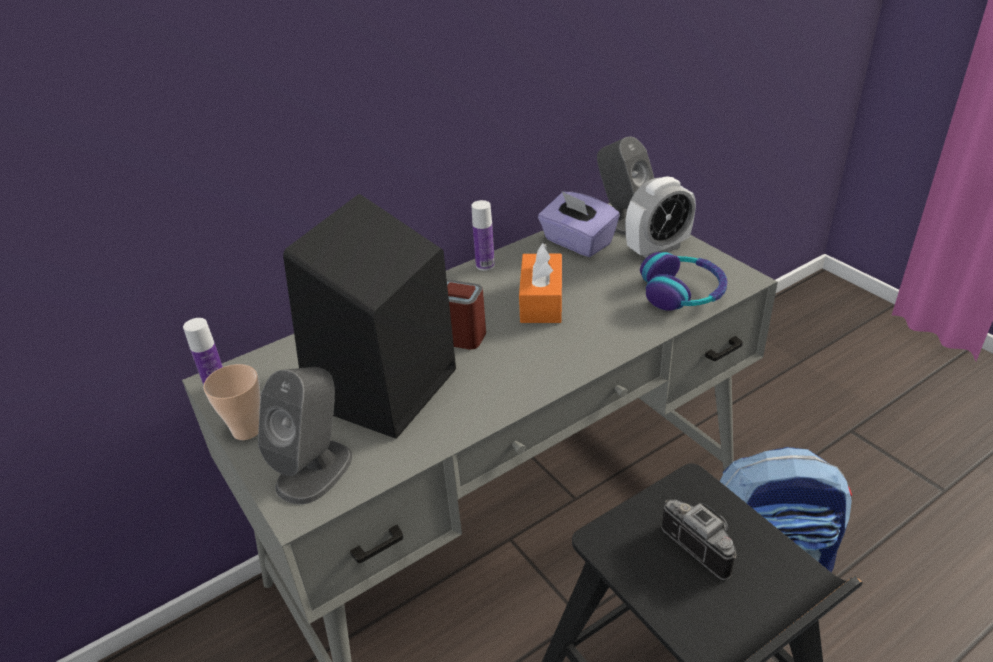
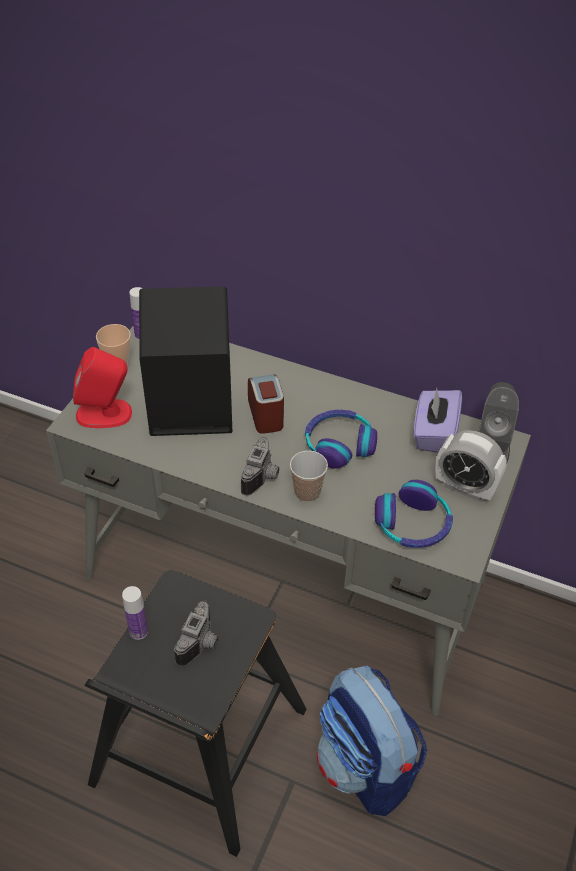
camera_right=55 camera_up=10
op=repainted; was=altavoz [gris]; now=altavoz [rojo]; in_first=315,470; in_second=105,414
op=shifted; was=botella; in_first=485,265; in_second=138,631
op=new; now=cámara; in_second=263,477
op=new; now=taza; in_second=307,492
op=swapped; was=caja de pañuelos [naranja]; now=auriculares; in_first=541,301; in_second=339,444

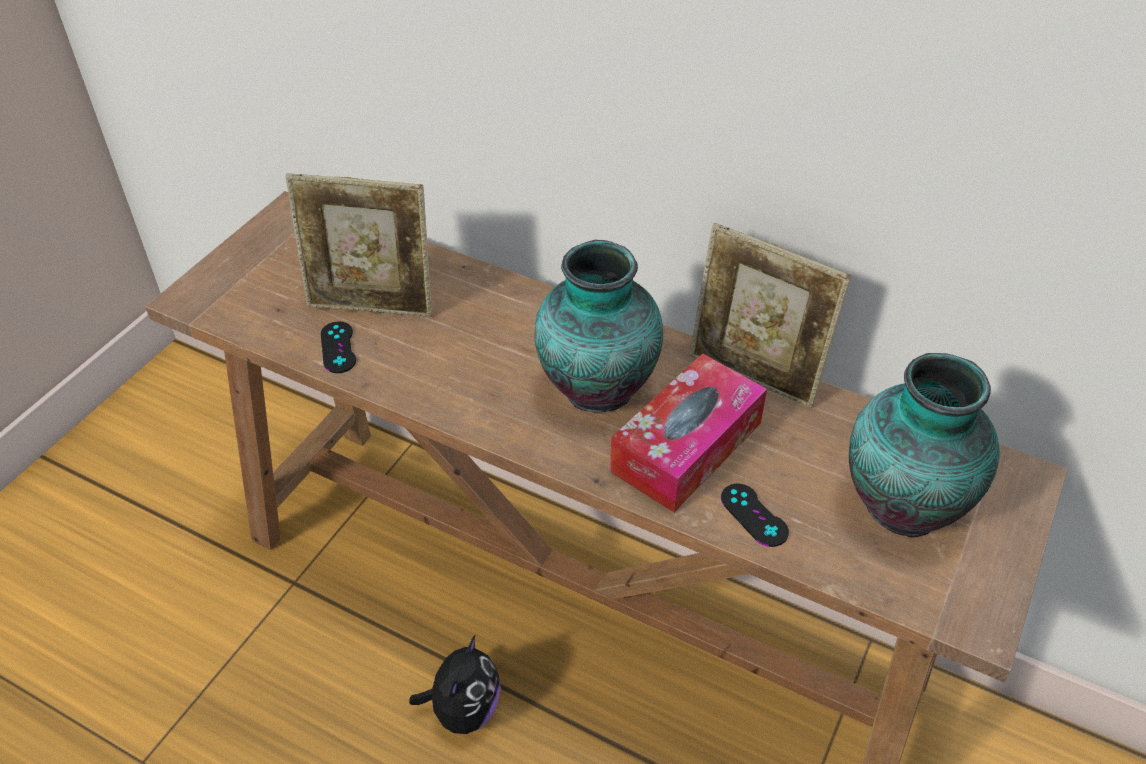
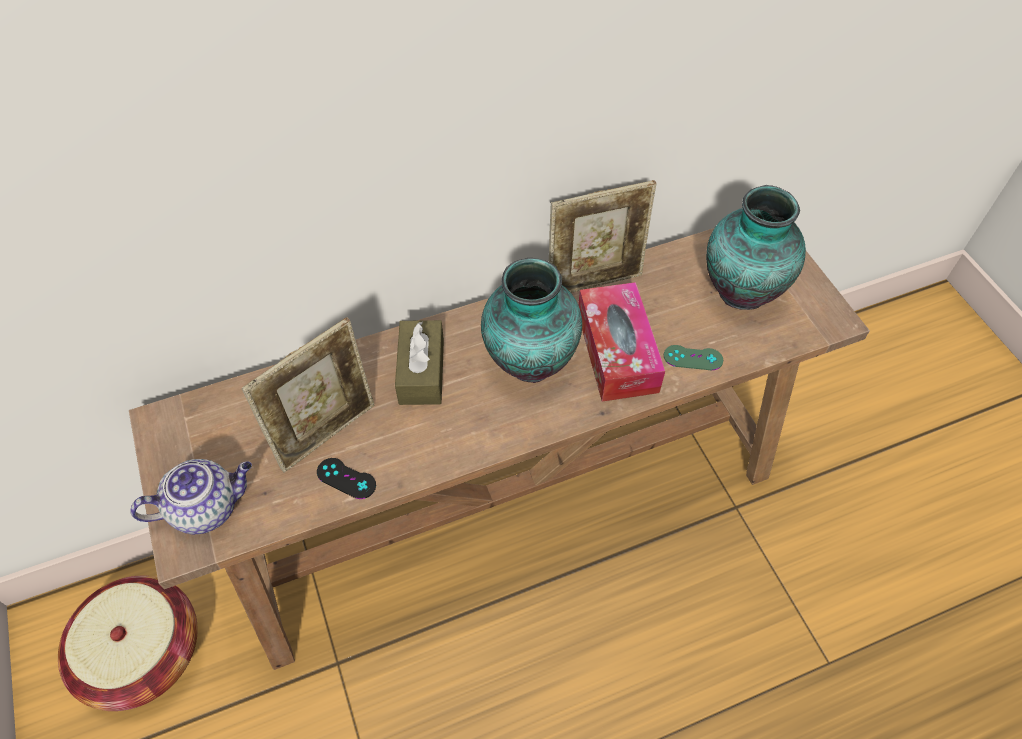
camera_right=-50 camera_up=10
op=new; now=cesta; in_second=143,652
op=new; now=tetera; in_second=207,507
op=new; now=caja de pañuelos [marrón]; in_second=421,371
op=repainted; was=mando de consola [negro]; now=mando de consola [verde]; in_first=754,515; in_second=693,358
op=gone; was=peluche; in_first=464,709

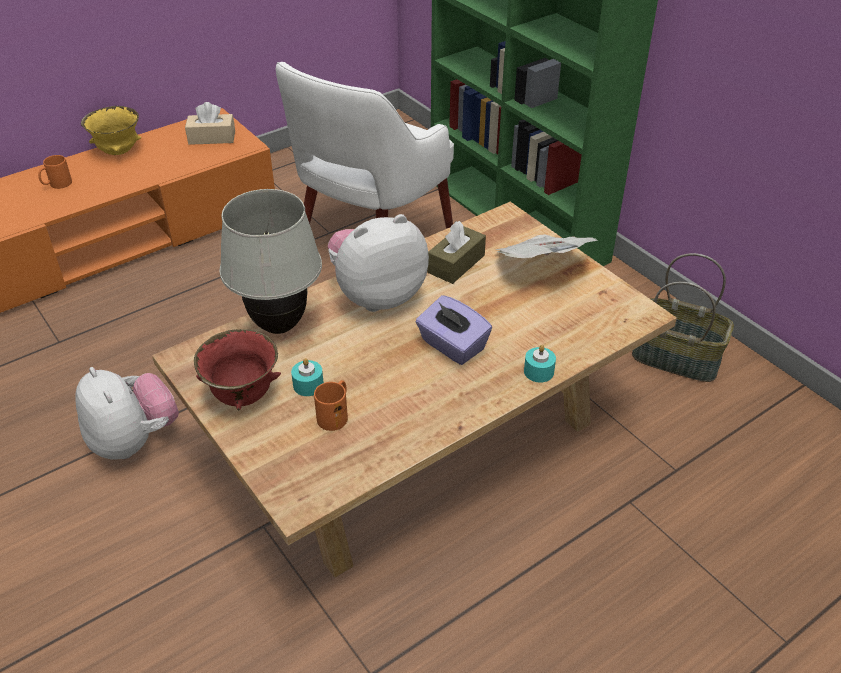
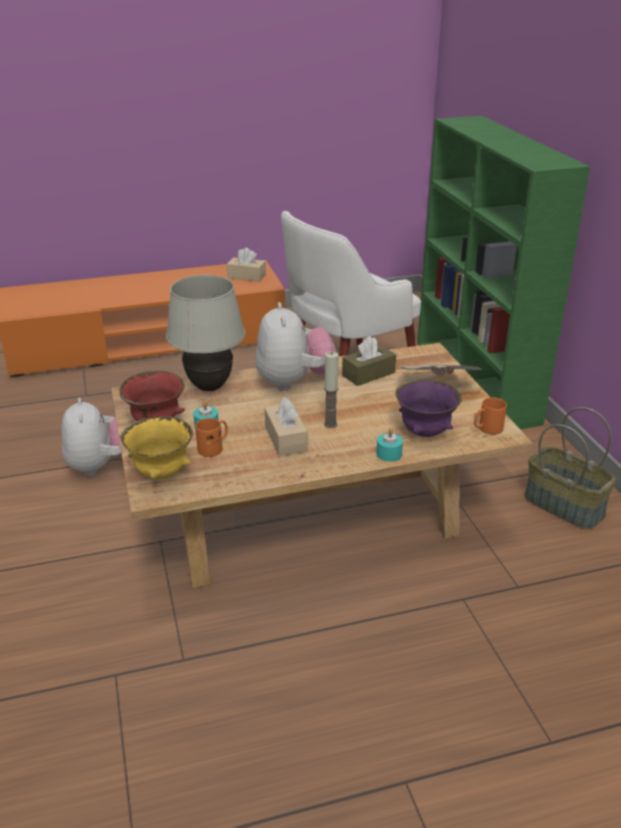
camera_right=20 camera_up=-10
op=shifted; was=cuenco [amarillo]; in_first=118,152; in_second=161,473
op=rotated; was=peluche; in_first=377,295; in_second=294,382; clockwise=90
op=new; now=caja de pañuelos [beis]; in_second=286,439
op=swapped; was=caja de pañuelos [morado]; now=vela; in_first=452,346; in_second=330,424
op=new; now=cuenco [morado]; in_second=425,432
op=shifted; was=taza grande [naranja]; in_first=57,185; in_second=487,429

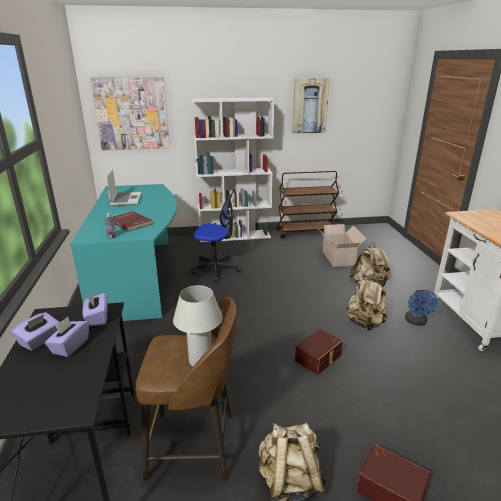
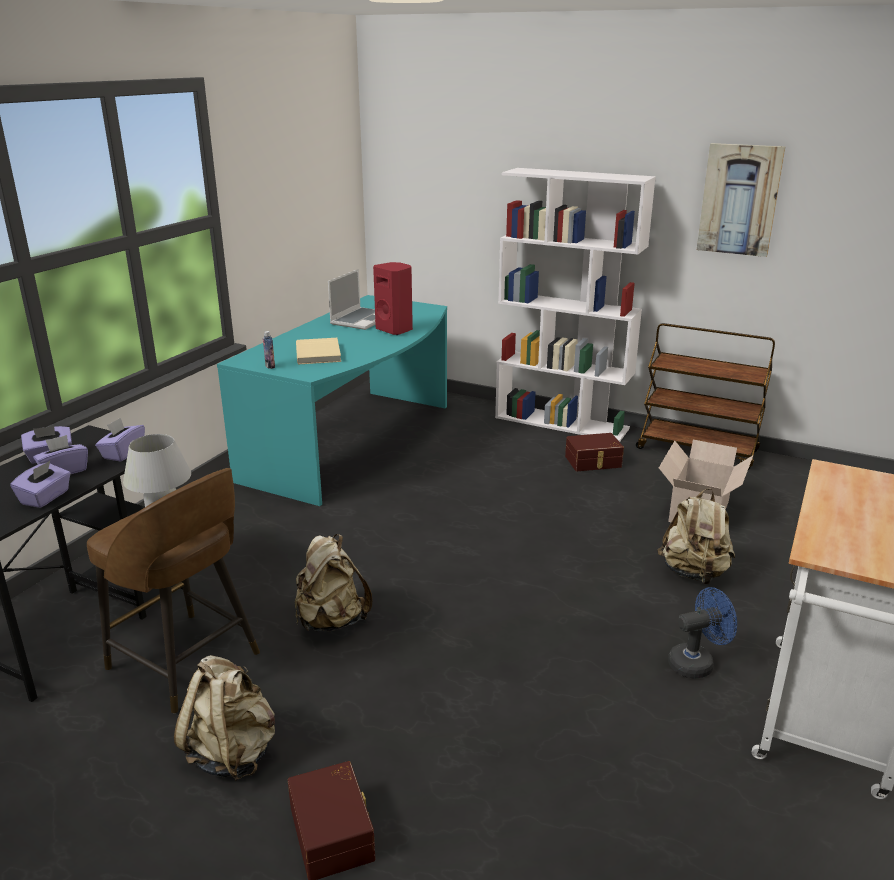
camera_right=35 camera_up=0
op=new; now=caja de pañuelos [morado]; in_second=45,498
op=shifted; was=mochila [beis]; in_first=365,323; in_second=331,620
op=repainted; was=libro [rojo]; now=libro [beis]; in_first=131,222; in_second=319,353
op=new; now=altavoz [rojo]; in_second=395,330
op=shifted; was=caja de almacenaje [marrón]; in_first=319,358; in_second=593,462
op=rotated; was=ventilador [azul]; in_first=416,322; in_second=696,663; clockwise=-150
op=gone; was=cuadro; in_first=132,114
op=gone; was=silla de oficina; in_first=216,269

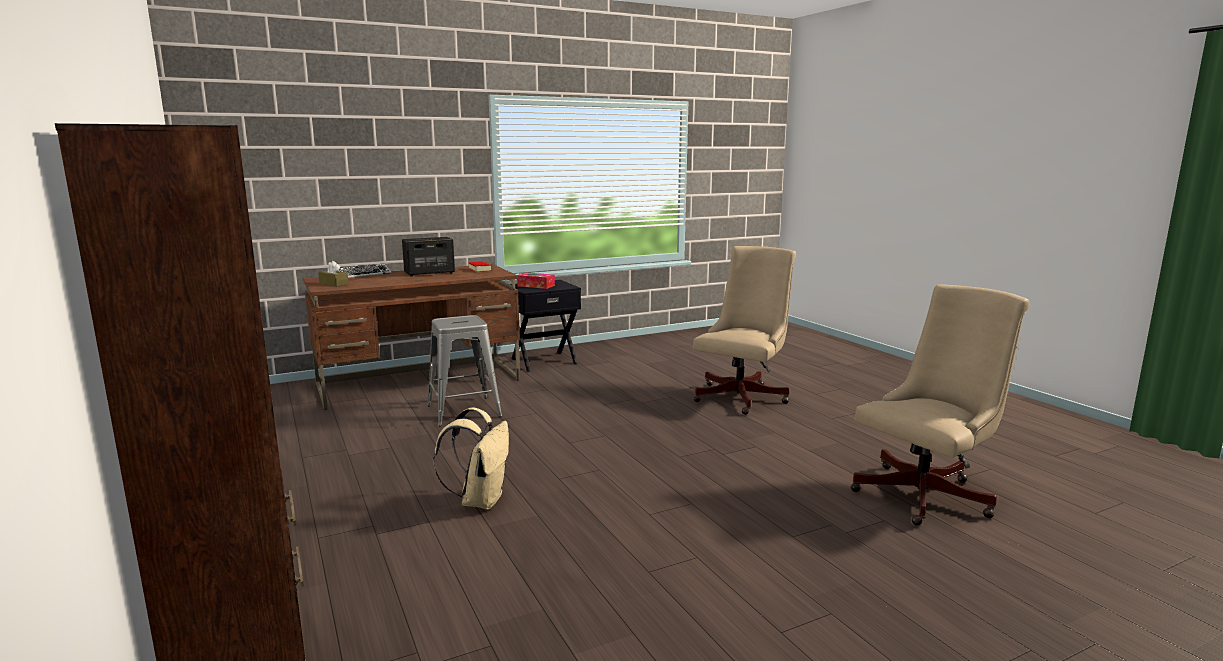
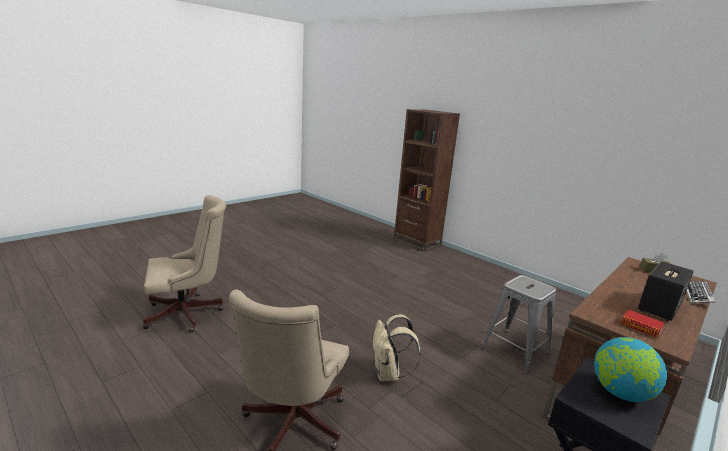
camera_right=160 camera_up=5
op=rotated; was=silla de oficina [beis]; in_first=928,494; in_second=188,313; clockwise=-150
op=shifted; was=mochila [beis]; in_first=480,500; in_second=389,374
op=swapped; was=caja de pañuelos; now=globo terráqueo; in_first=536,286; in_second=620,393

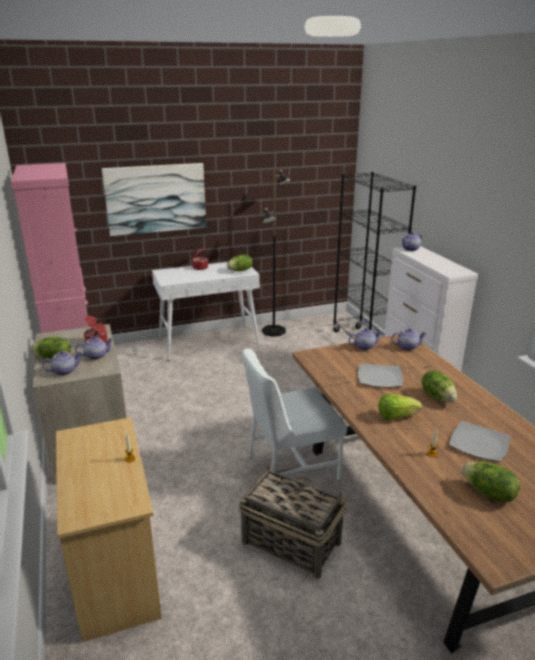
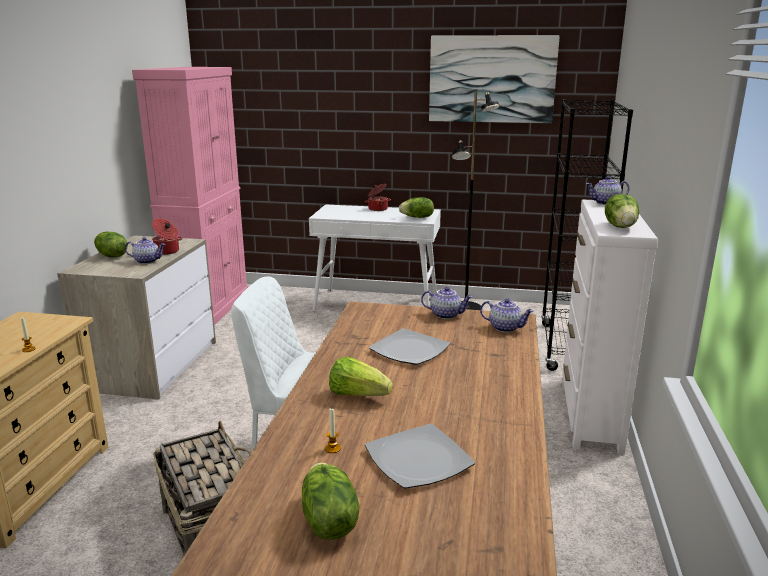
camera_right=30 camera_up=-5
op=shifted; was=cuadro; in_first=156,198; in_second=491,79
op=shifted; was=lechuga; in_first=438,397; in_second=621,227
op=gone; was=tetera; in_first=64,371

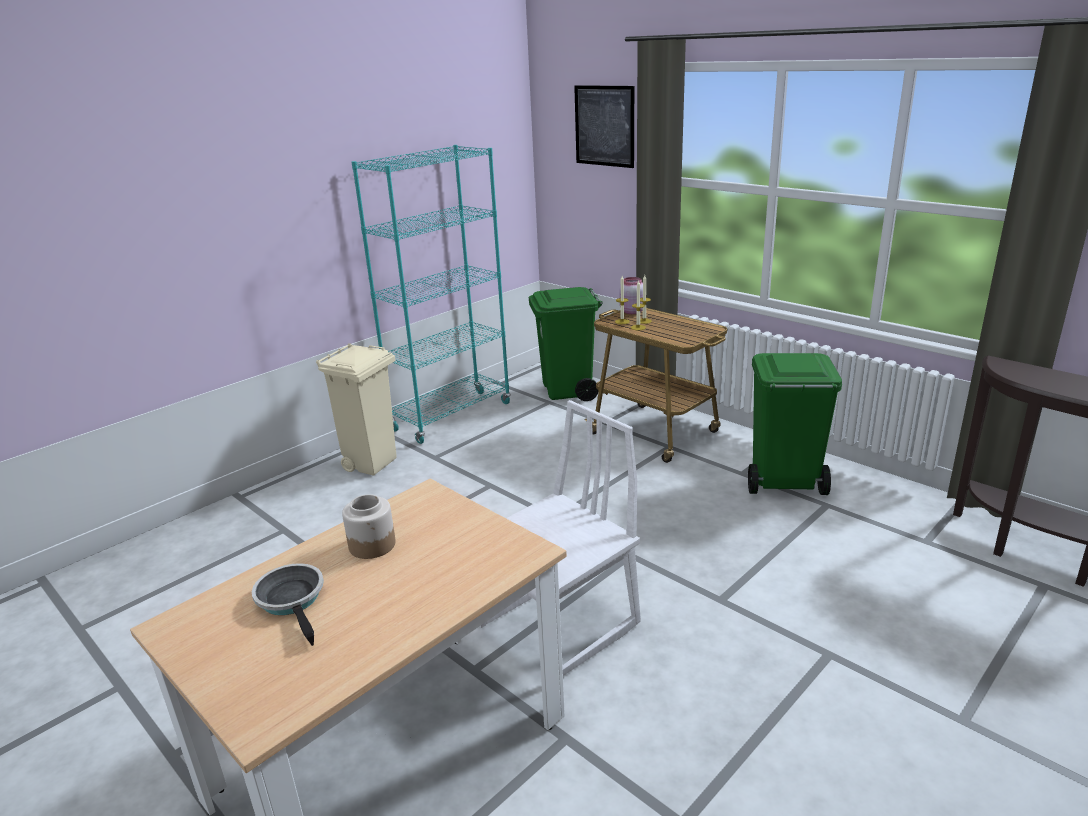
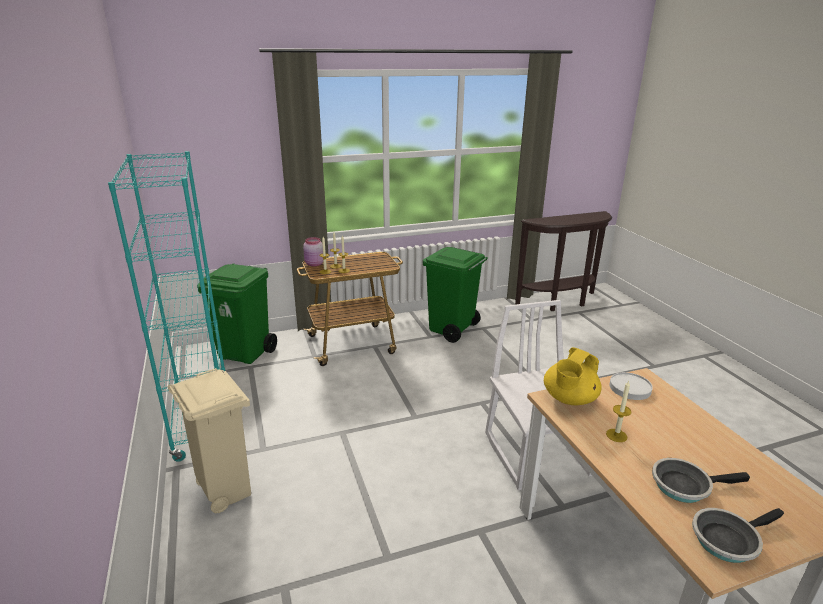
camera_right=-65 camera_up=0
op=new; now=tetera [amarillo]; in_second=569,399
op=swapped; was=tarro; now=vela; in_first=372,545; in_second=616,435
op=new; now=plato [blanco]; in_second=630,388
op=new; now=sartén; in_second=727,539
op=gone; was=cuadro; in_first=604,126

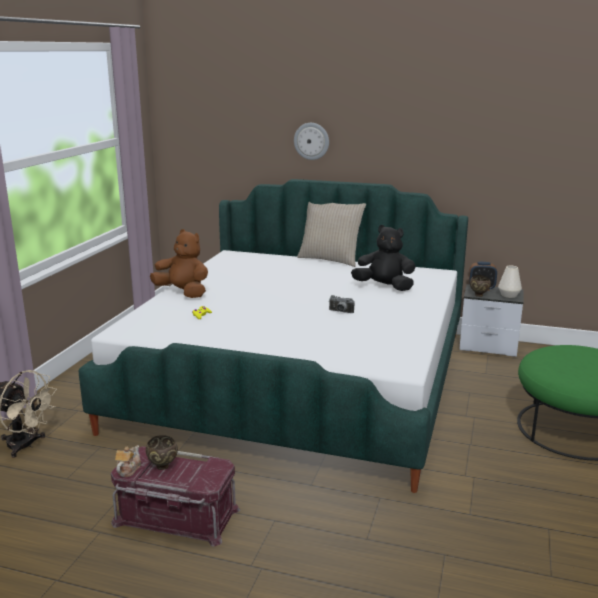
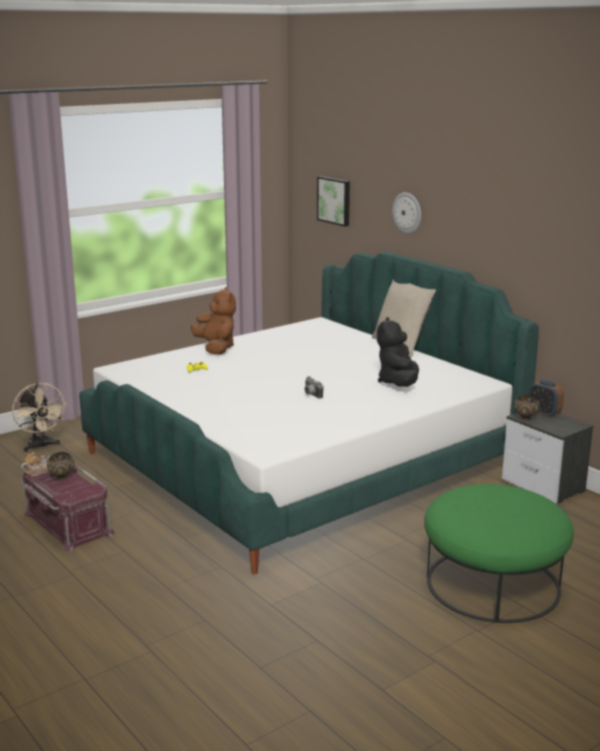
camera_right=35 camera_up=0
op=new; now=cuadro; in_second=335,200
op=rotated; was=peluche [negro]; in_first=384,287; in_second=398,383; clockwise=-135
op=gone; was=florero [blanco]; in_first=509,295

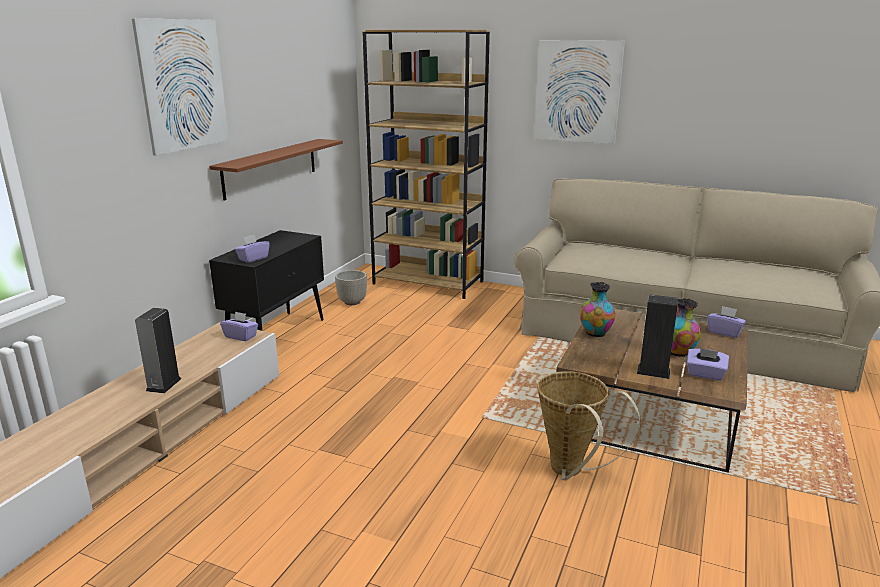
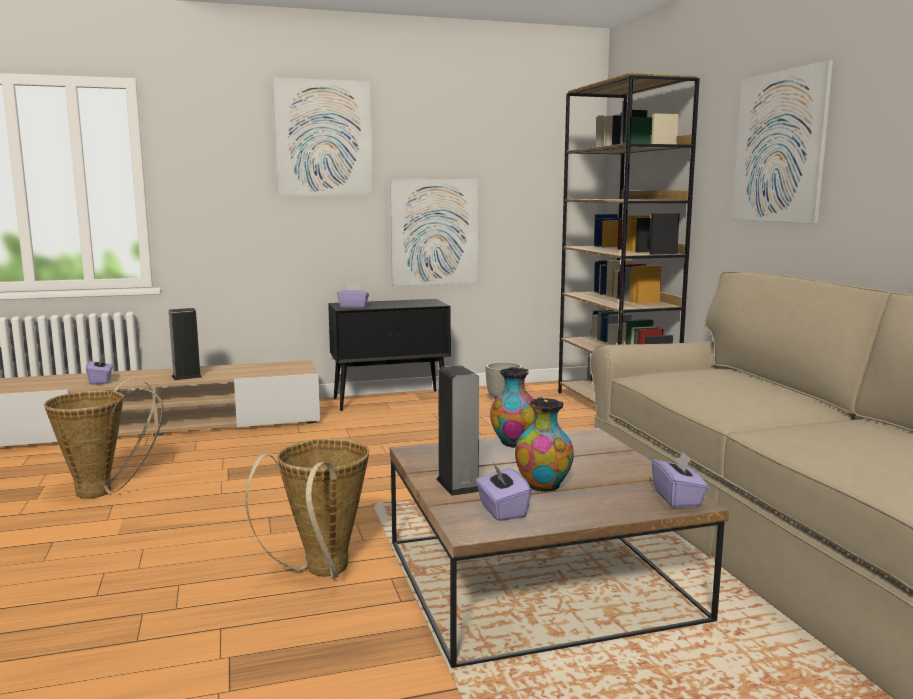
camera_right=50 camera_up=-10
op=new; now=cesta; in_second=103,491
op=shifted; was=caja de pañuelos [morado]; in_first=241,336; in_second=101,381
op=swapped; was=estante [marrón]; now=cuadro; in_first=271,167; in_second=434,232

